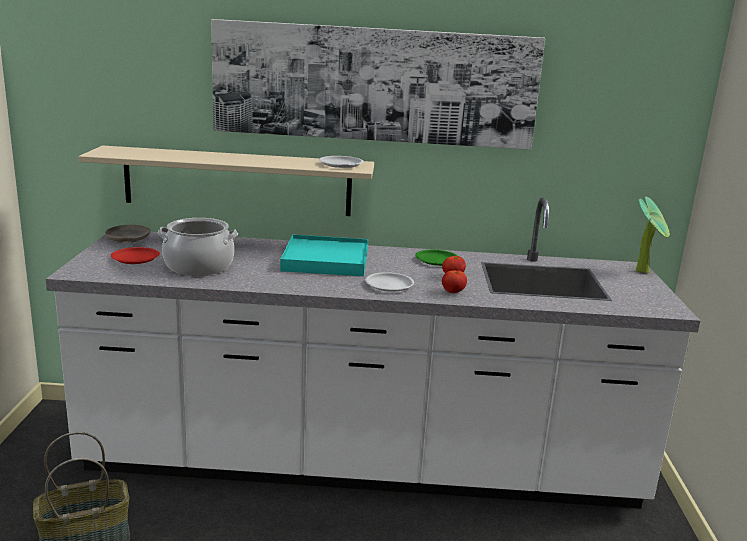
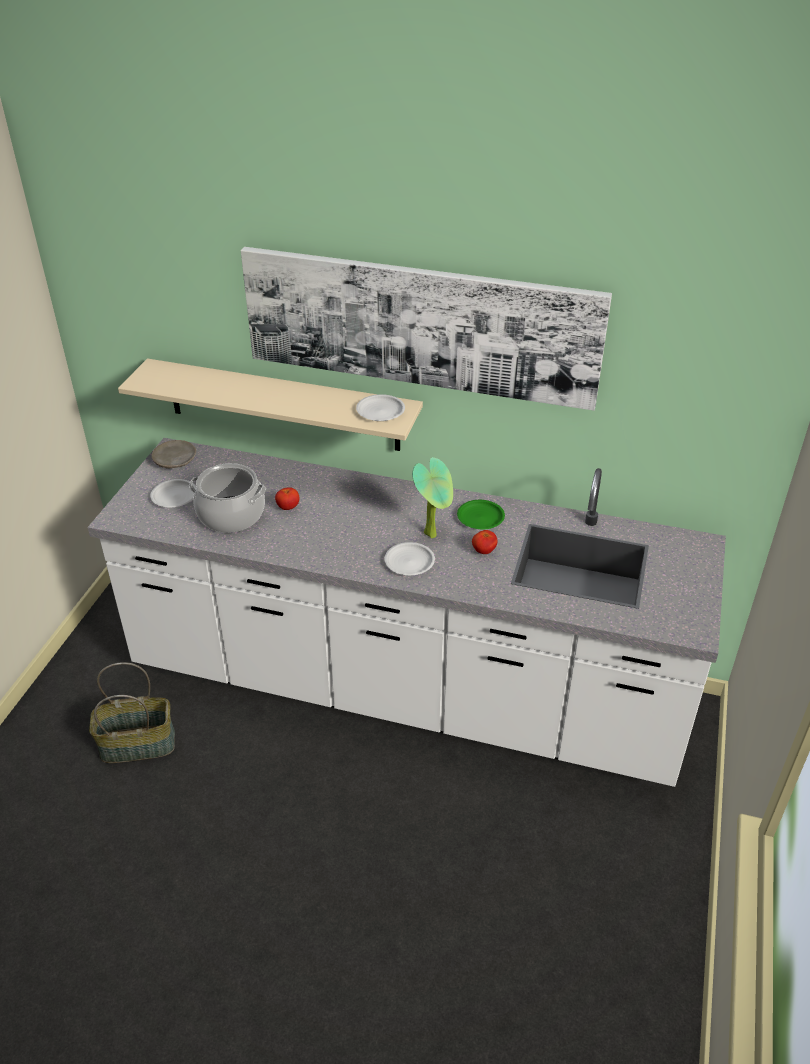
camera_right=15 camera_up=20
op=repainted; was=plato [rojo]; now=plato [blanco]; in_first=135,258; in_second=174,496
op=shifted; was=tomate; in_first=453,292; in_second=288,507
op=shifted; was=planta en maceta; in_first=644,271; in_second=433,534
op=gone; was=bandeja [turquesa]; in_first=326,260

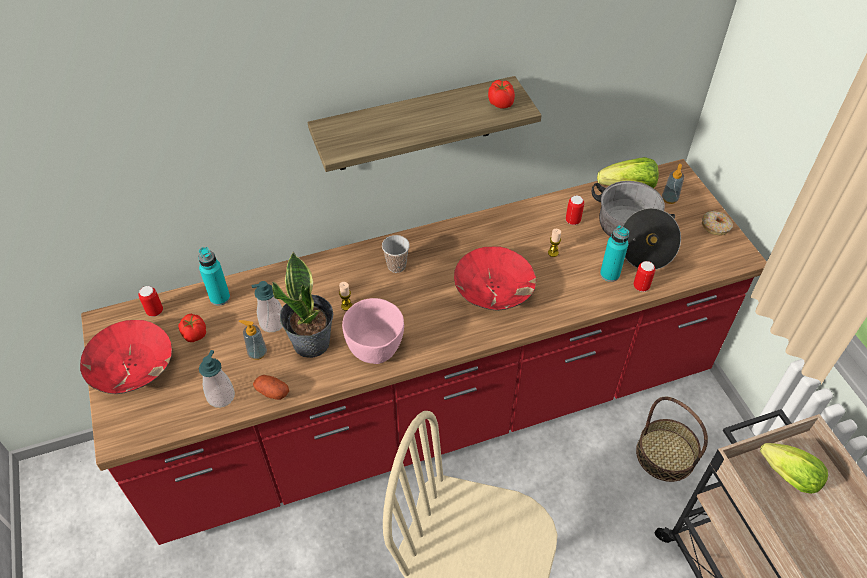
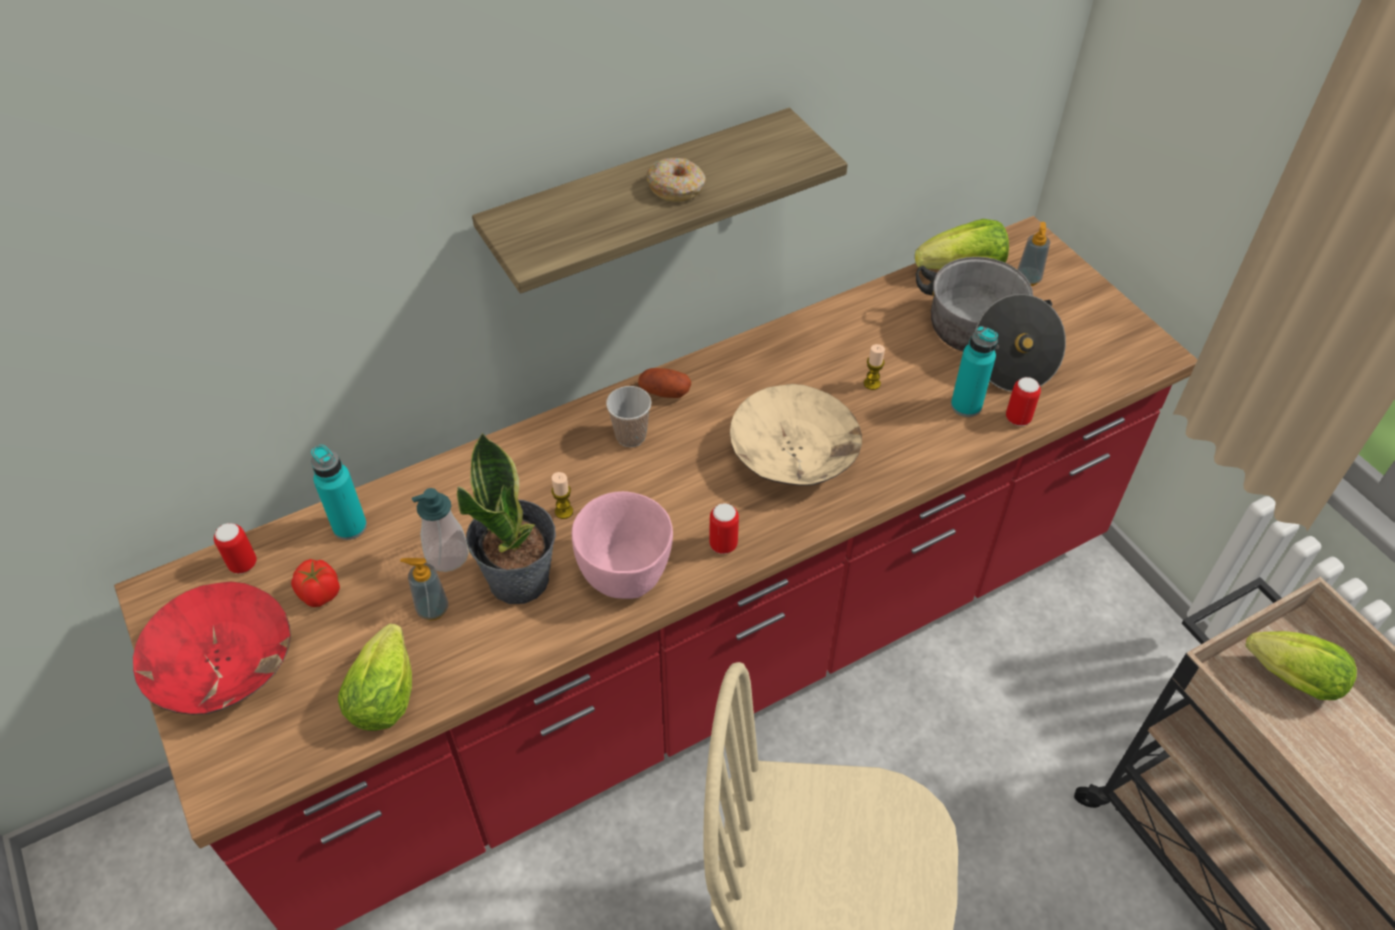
camera_right=-10 camera_up=0
op=swapped; was=dispensador de jabón; now=lechuga; in_first=221,396; in_second=386,690
op=shifted; was=patata; in_first=272,392; in_second=664,392
op=shifted; was=rosquilla; in_first=715,226; in_second=677,187
op=shifted; was=lata; in_first=573,221; in_second=723,544
op=repainted; was=cuenco [rojo]; now=cuenco [beis]; in_first=493,291; in_second=794,455
op=gone; was=tomate; in_first=501,103
op=gone; was=cesta; in_first=665,454

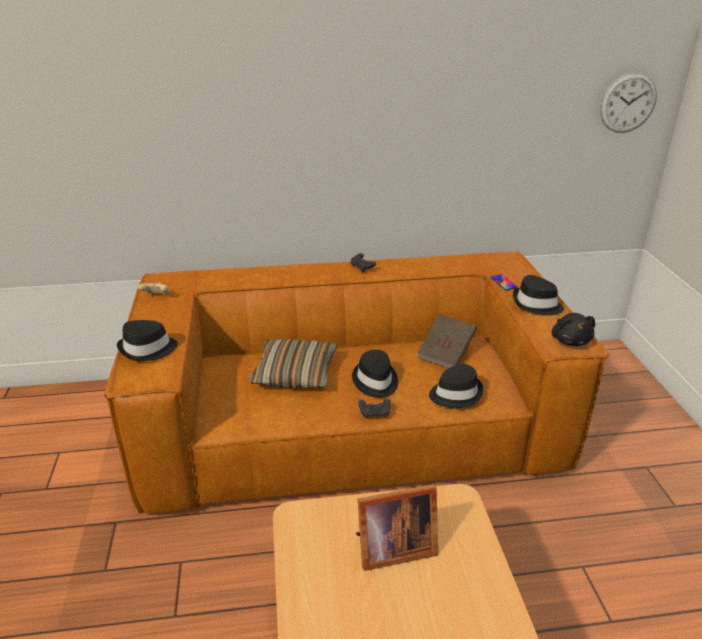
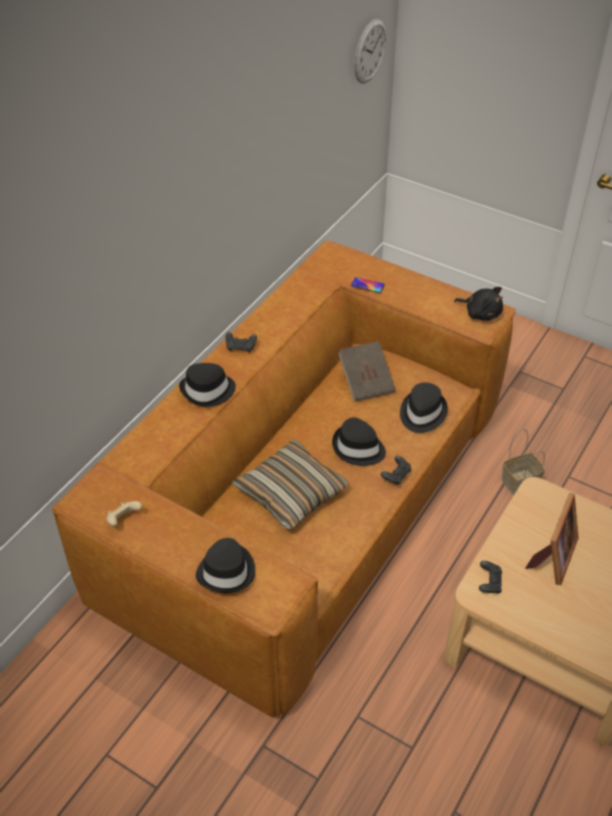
camera_right=-50 camera_up=15
op=shifted; was=sombrero [negro]; in_first=536,304; in_second=208,391
op=new; now=mando de consola [negro]; in_second=489,583
op=new; now=cesta; in_second=520,481

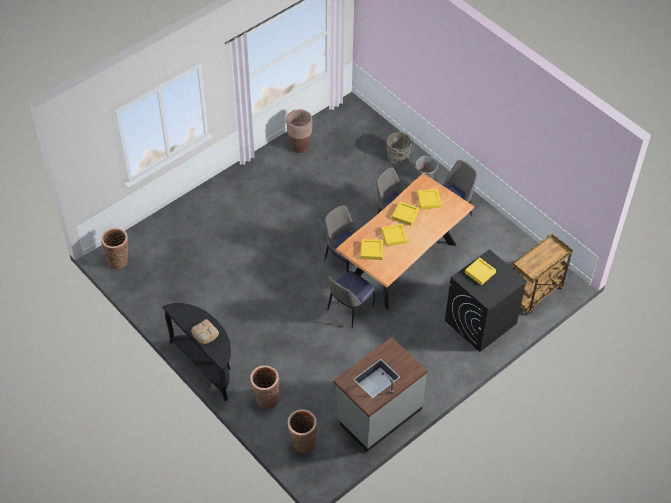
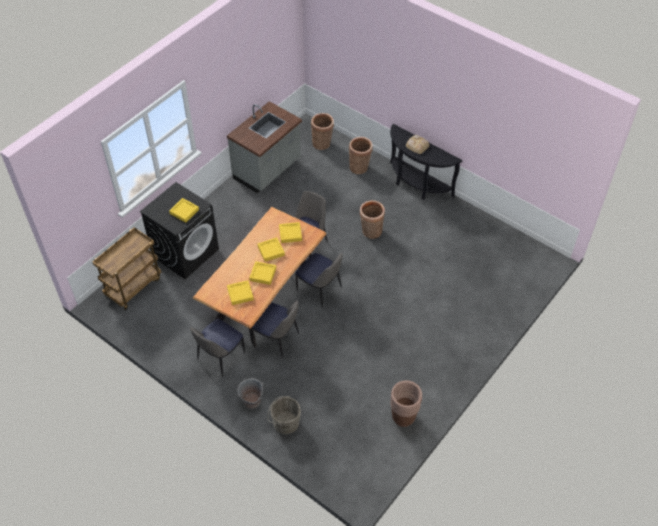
camera_right=170 camera_up=0
op=shifted; was=cesta; in_first=119,260; in_second=371,232

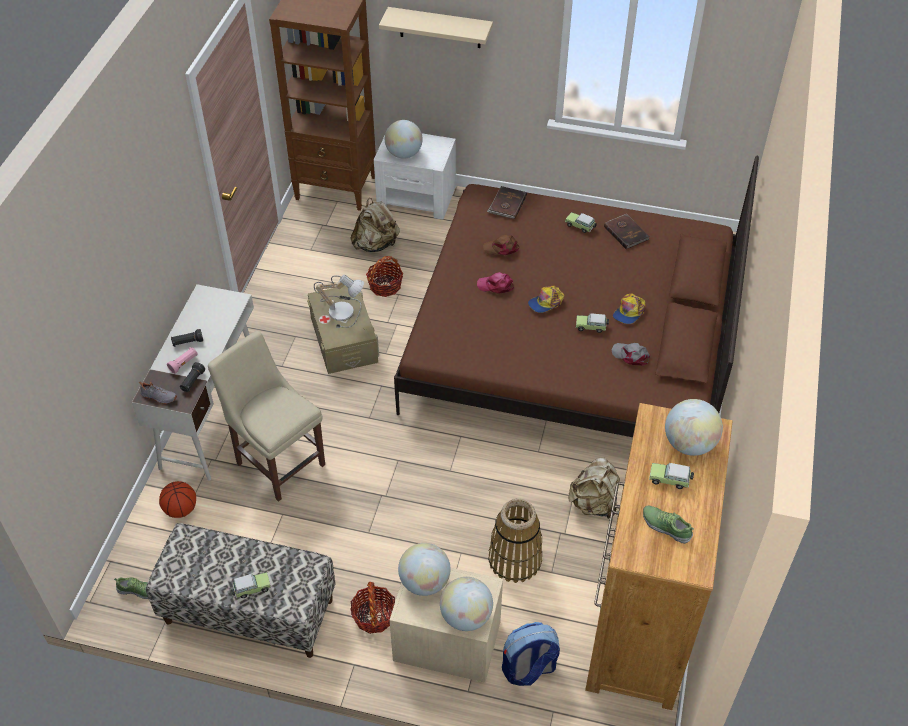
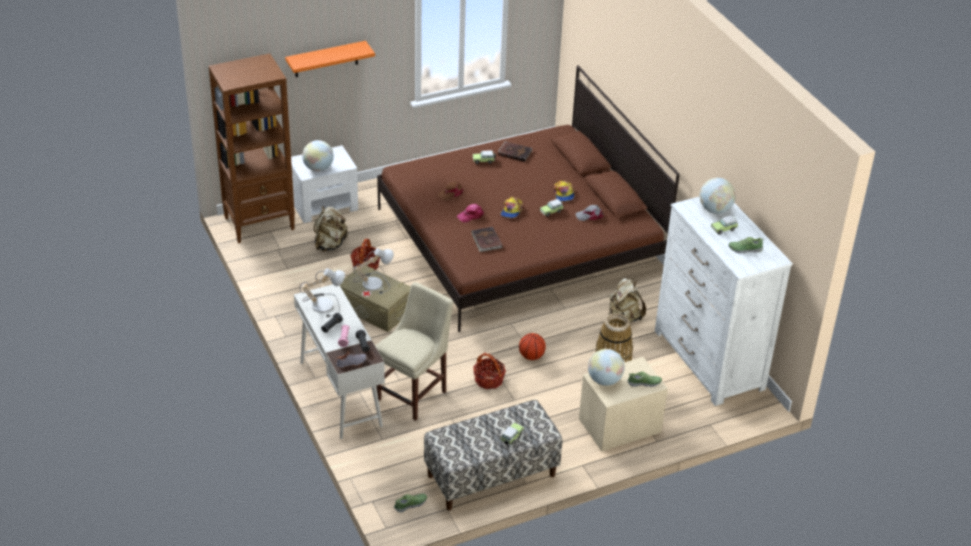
camera_right=-40 camera_up=-10
op=repainted; was=estante [beis]; now=estante [naranja]; in_first=440,28; in_second=326,59
op=new; now=lámpara de mesa; in_second=323,304
op=rotated; was=silla [beis]; in_first=278,461; in_second=414,394; clockwise=120
op=shifted; was=libro [marrón]; in_first=507,204; in_second=486,241
op=shifted; was=cesta; in_first=374,616; in_second=488,380
op=shifted; was=balón de baloncesto; in_first=181,509; in_second=531,356
op=swapped; was=globo terráqueo; now=zapato; in_first=466,616; in_second=644,383
op=repainted; was=cómoda [marrón]; now=cómoda [blanco]; in_first=639,622; in_second=708,360
op=gone; was=mochila; in_first=528,669

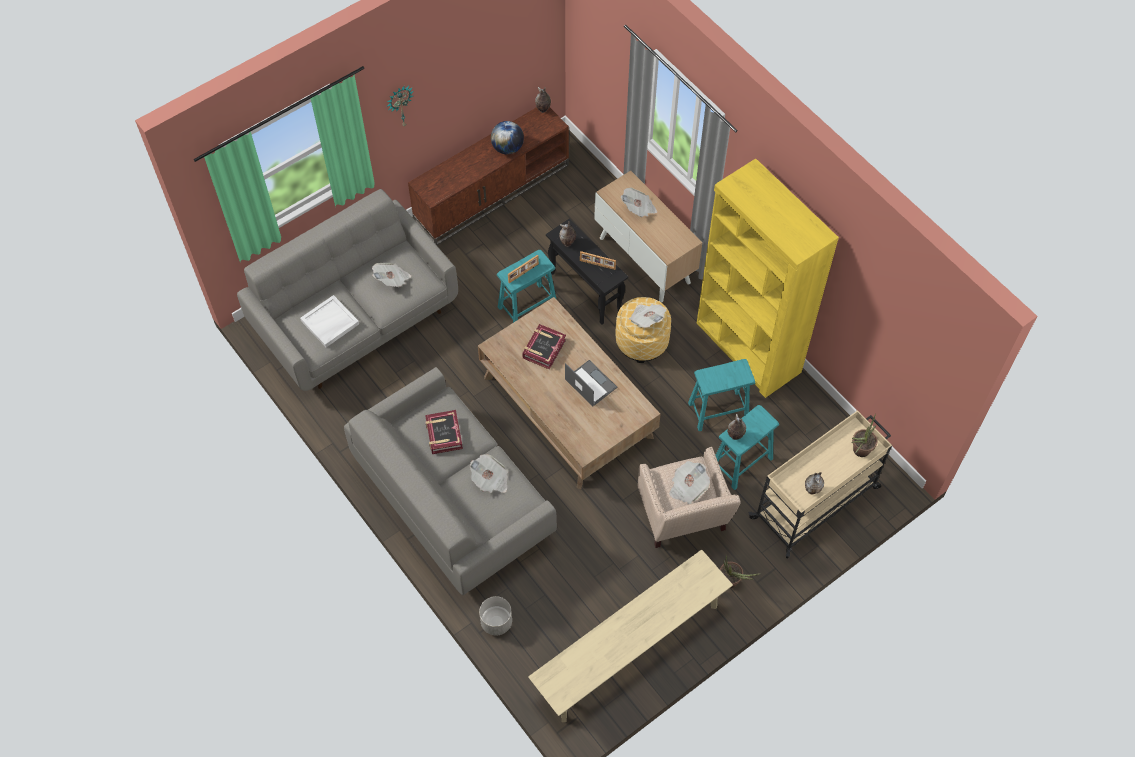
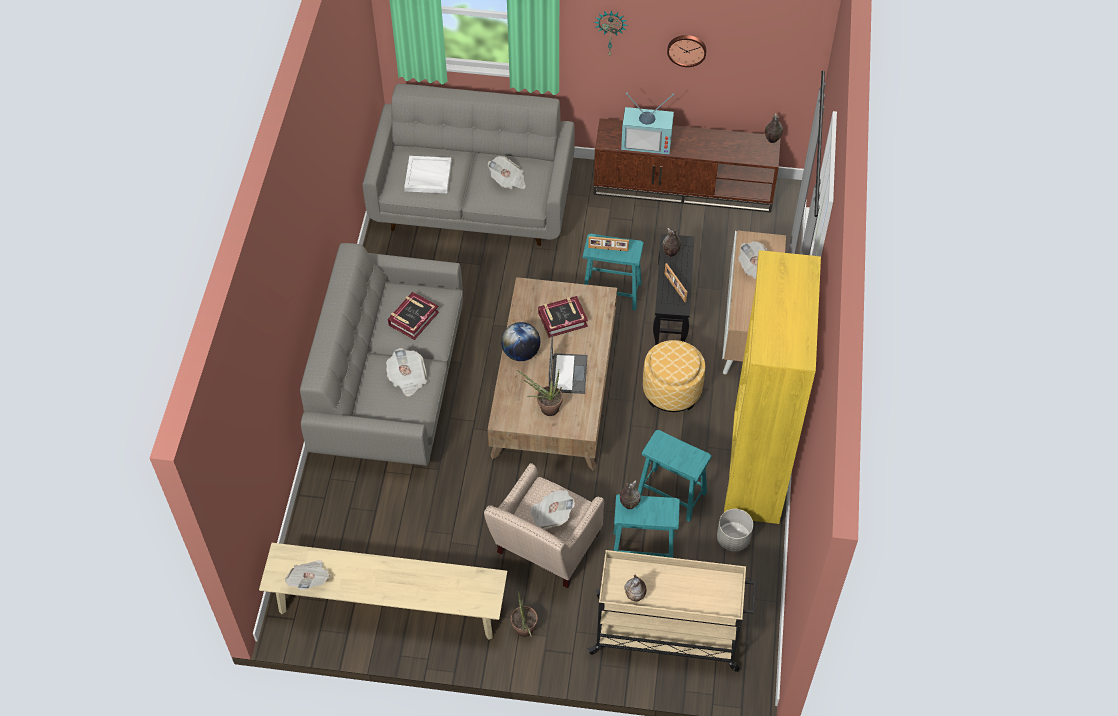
camera_right=45 camera_up=-5
op=shifted; was=periódico; in_first=646,319; in_second=310,580
op=shifted; was=globo terráqueo; in_first=507,148; in_second=521,353
op=shifted; was=planta en maceta; in_first=858,452; in_second=545,408
op=new; now=televisor; in_second=647,141
op=new; now=reloj de pared; in_second=687,49
op=shifted; was=maceta [gris]; in_first=496,622; in_second=733,538

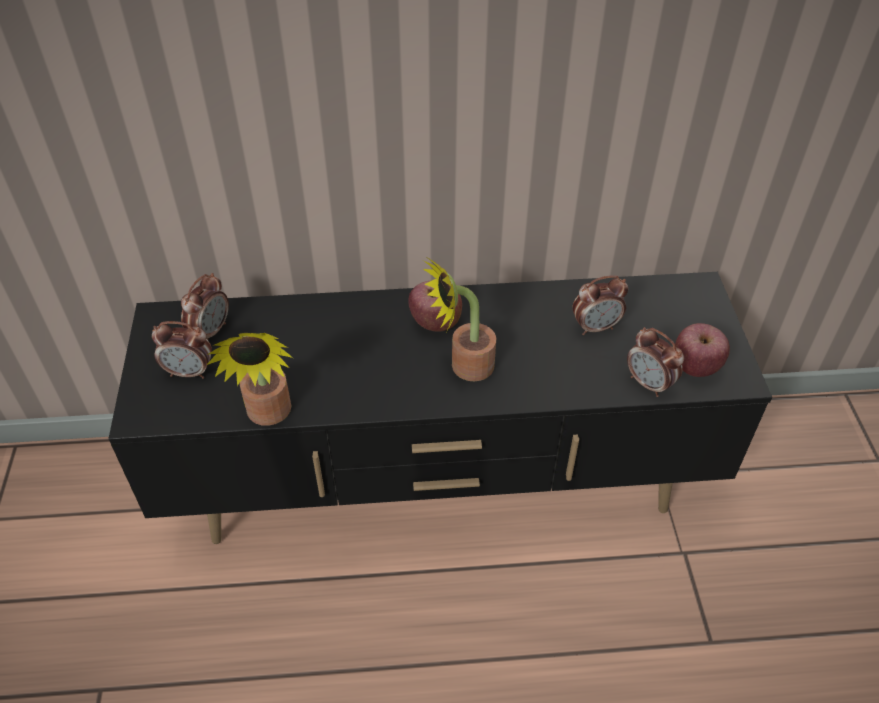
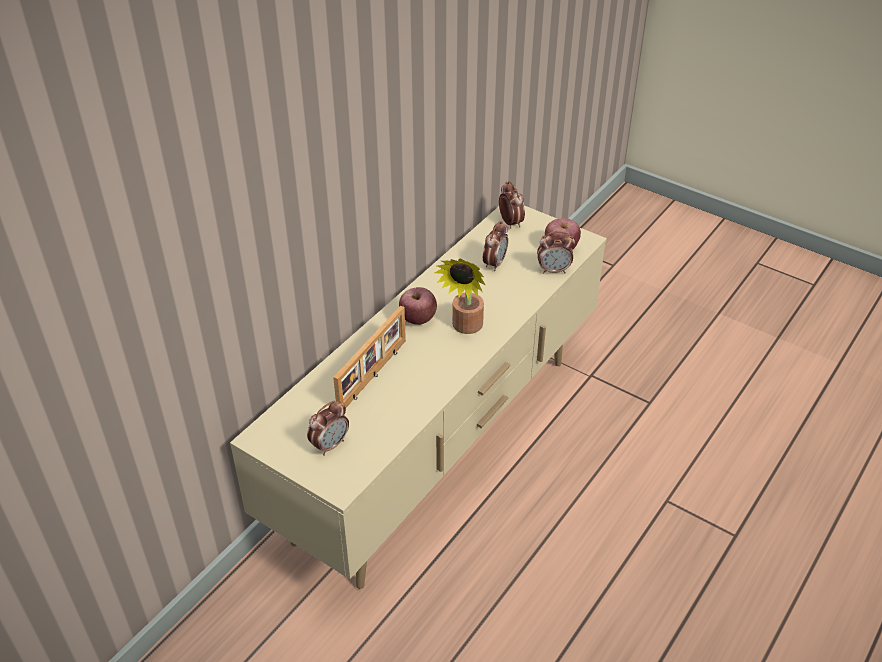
camera_right=-50 camera_up=-5
op=repainted; was=mueble de televisión [negro]; now=mueble de televisión [beis]; in_first=440,486; in_second=440,447
op=new; now=portarretratos; in_second=374,375
op=shifted; was=despertador; in_first=211,331; in_second=510,222
op=gone; was=planta en maceta; in_first=269,415

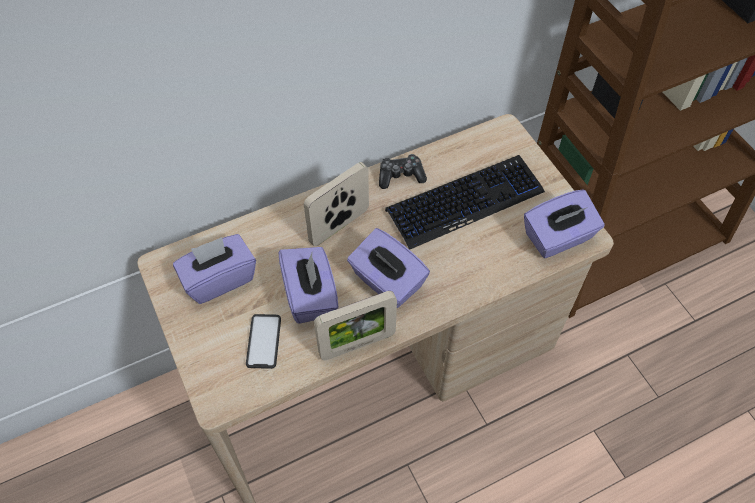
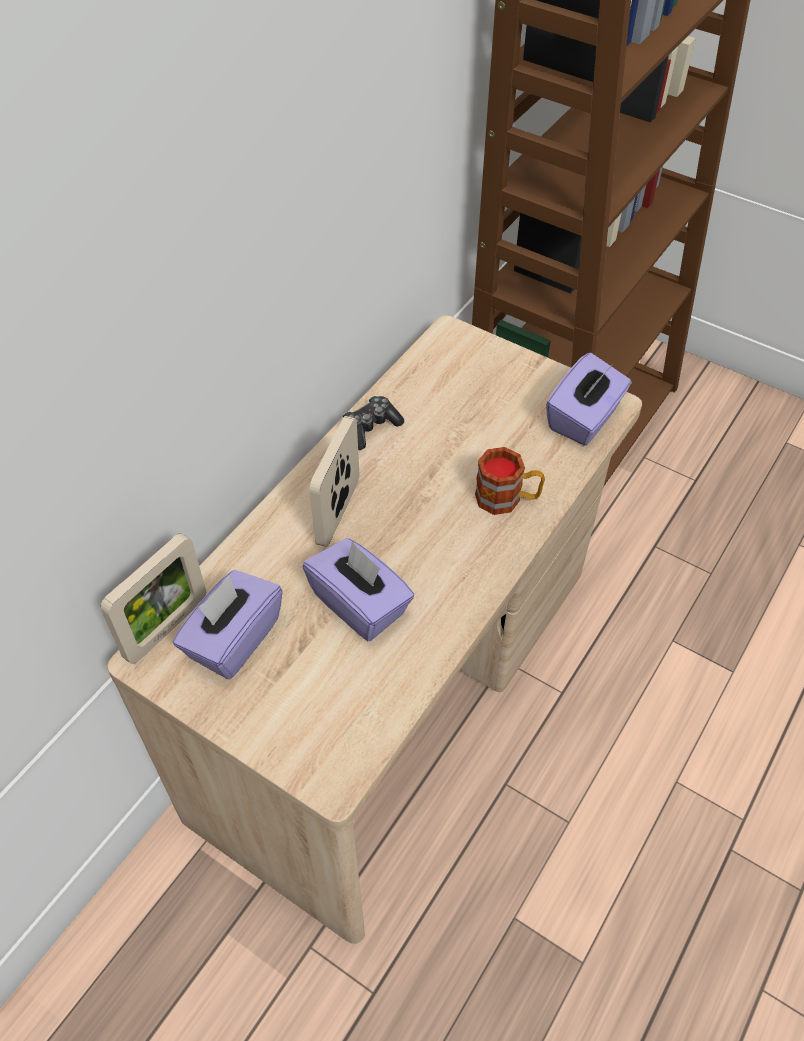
camera_right=-30 camera_up=-5
op=shifted; was=portarretratos; in_first=357,344; in_second=167,628
op=new; now=taza grande; in_second=507,499
op=gone; was=móvil; in_first=264,341
op=gone; was=caja de pañuelos [morado]; in_first=387,282
op=gone; was=teclado; in_first=465,201

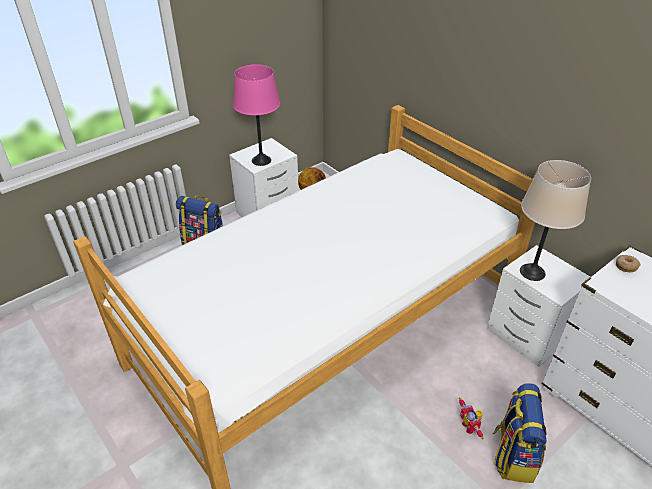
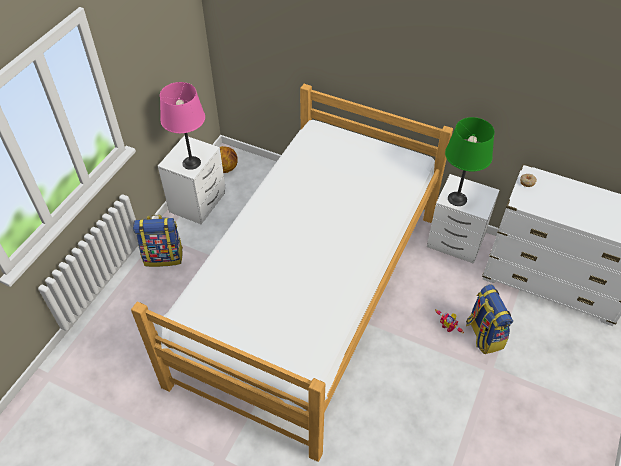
camera_right=-25 camera_up=10
op=repainted; was=lámpara de mesa [beis]; now=lámpara de mesa [verde]; in_first=532,272; in_second=457,199

